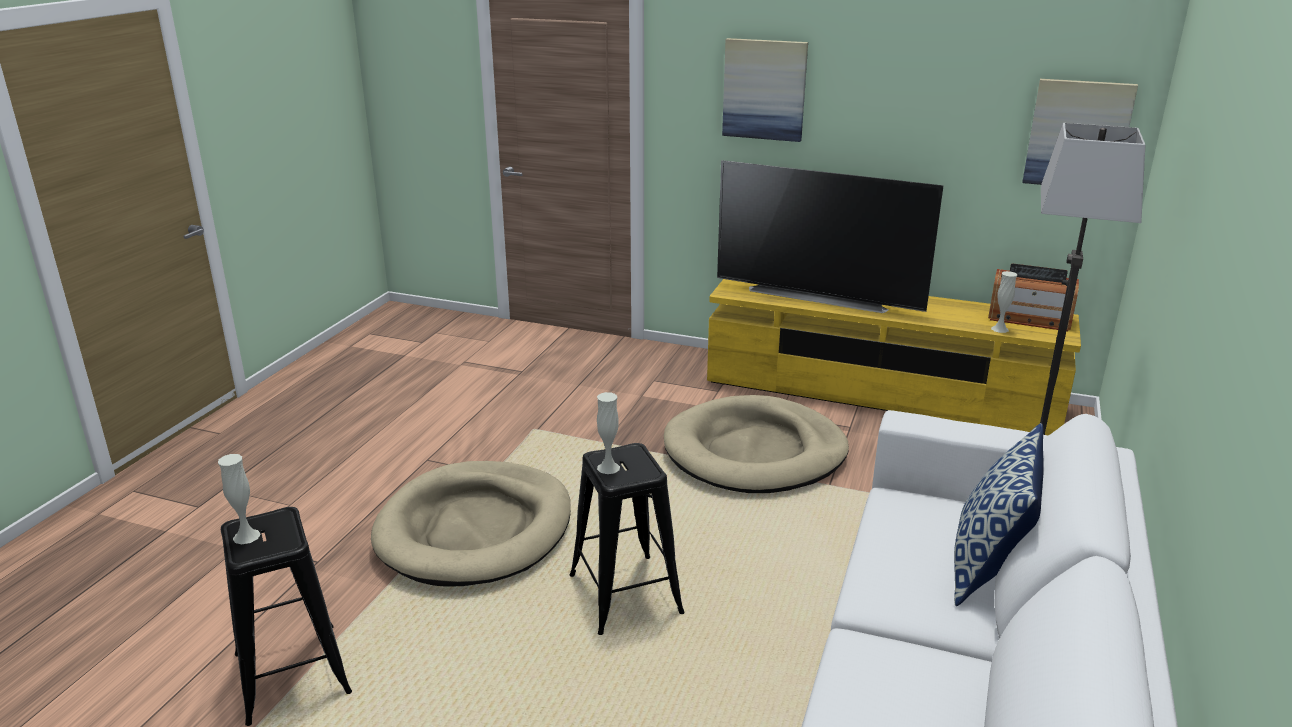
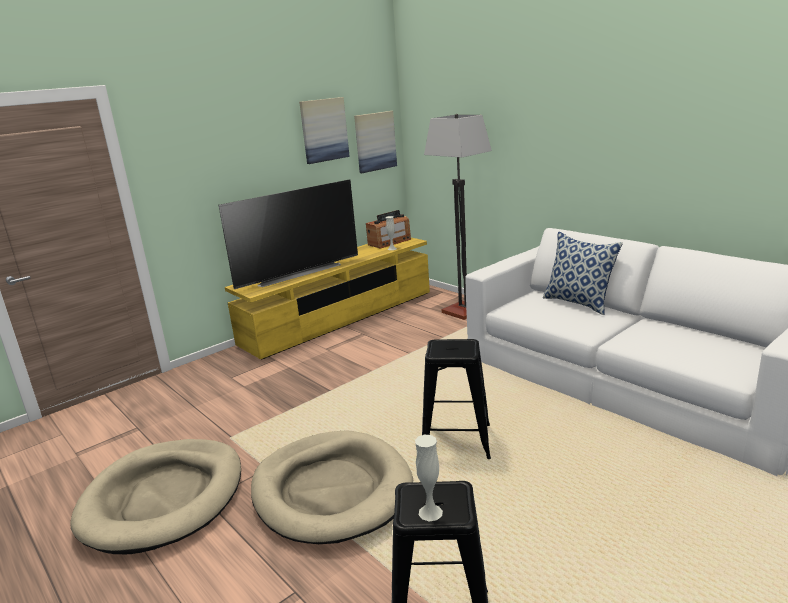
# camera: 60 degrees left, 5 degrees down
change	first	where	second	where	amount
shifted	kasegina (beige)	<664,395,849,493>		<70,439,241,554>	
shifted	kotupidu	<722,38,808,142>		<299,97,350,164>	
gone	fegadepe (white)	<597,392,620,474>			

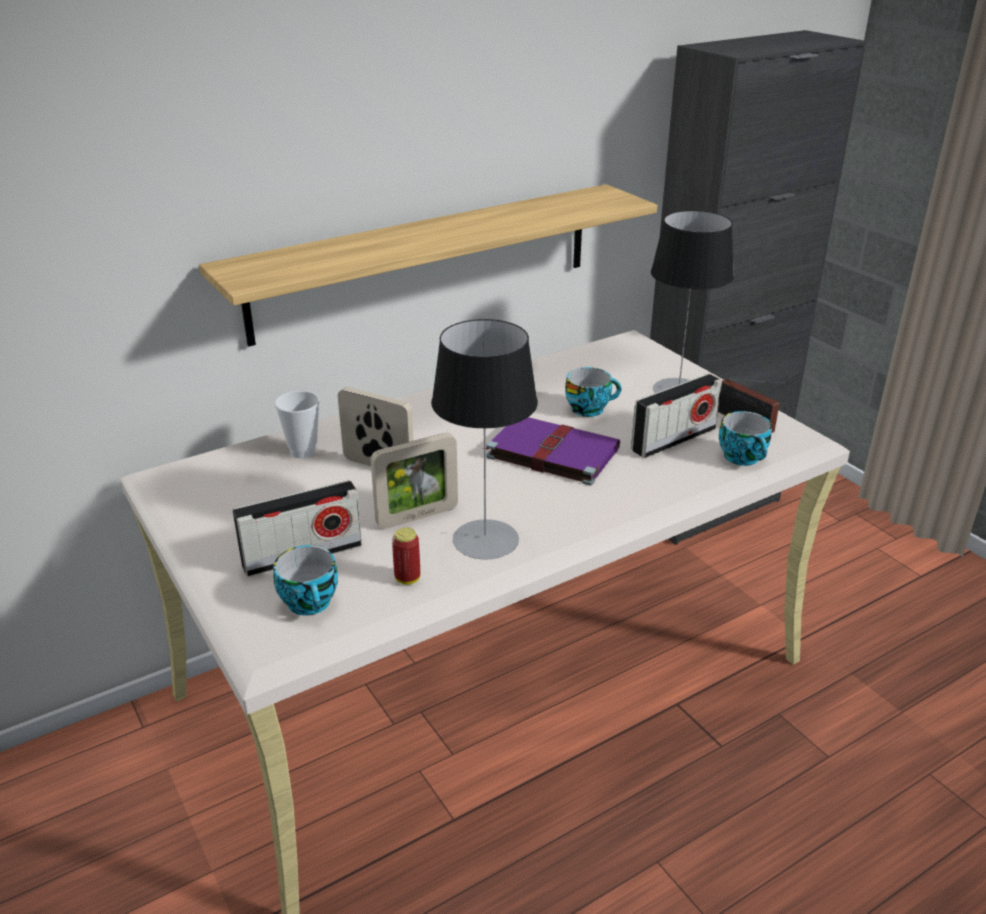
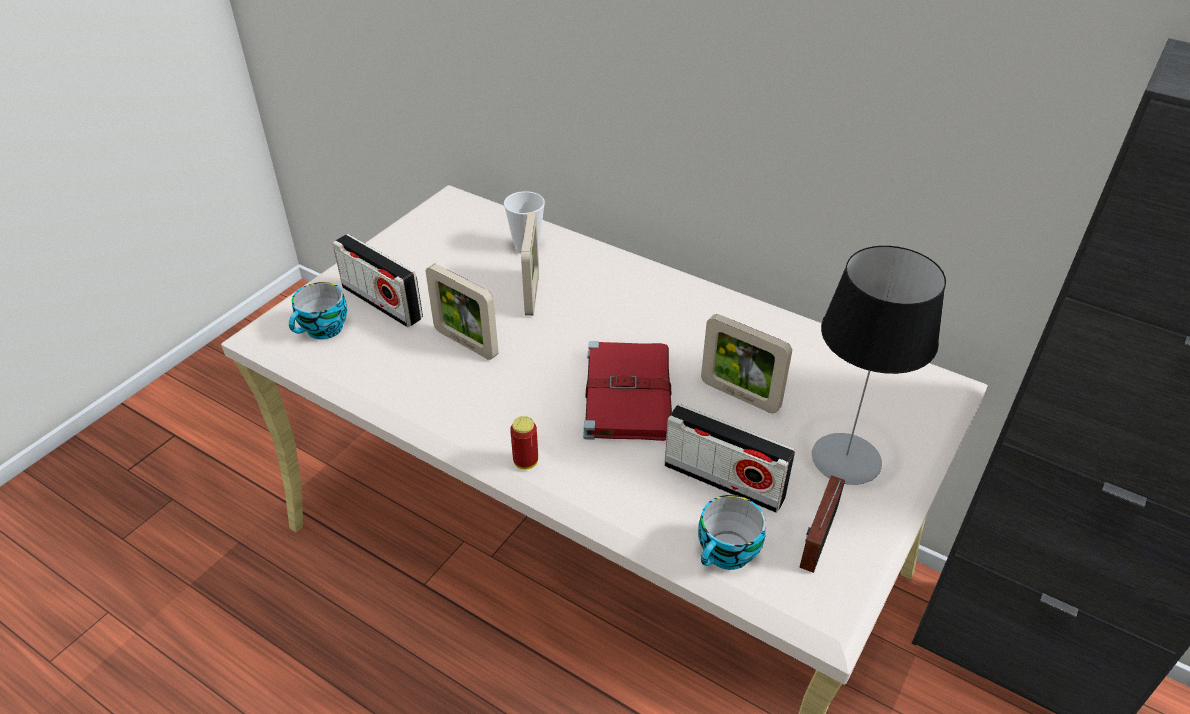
# camera: 65 degrees right, 10 degrees up
change	first	where	second	where	amount
shifted	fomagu	<392,528,420,585>		<510,416,538,470>	
repainted	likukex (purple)	<483,417,620,486>	likukex (red)	<583,341,672,441>	
swapped	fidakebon	<565,367,622,417>	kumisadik	<701,314,792,413>	
gone	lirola	<199,184,657,347>			
gone	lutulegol	<431,319,538,559>			

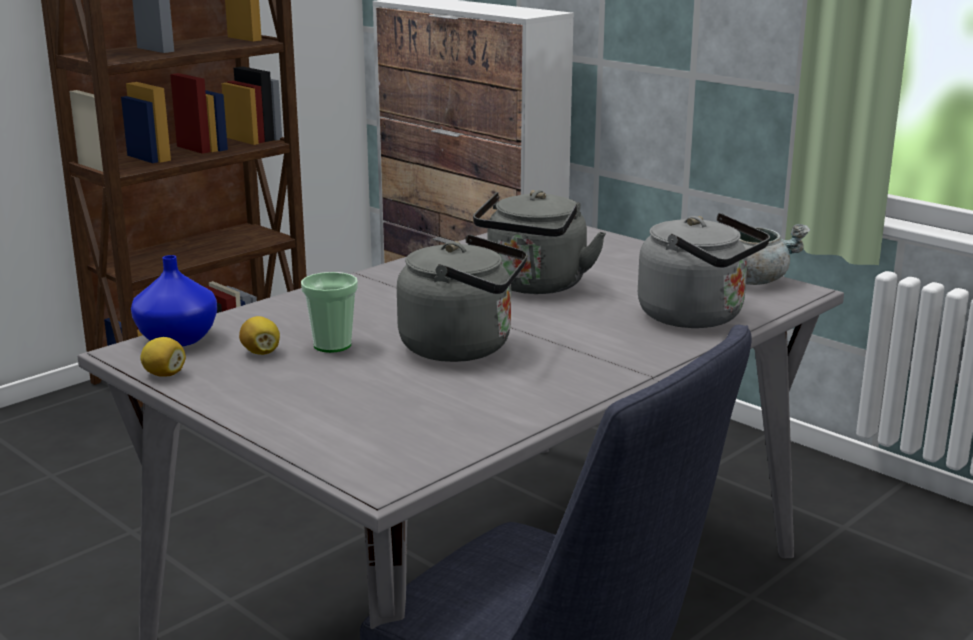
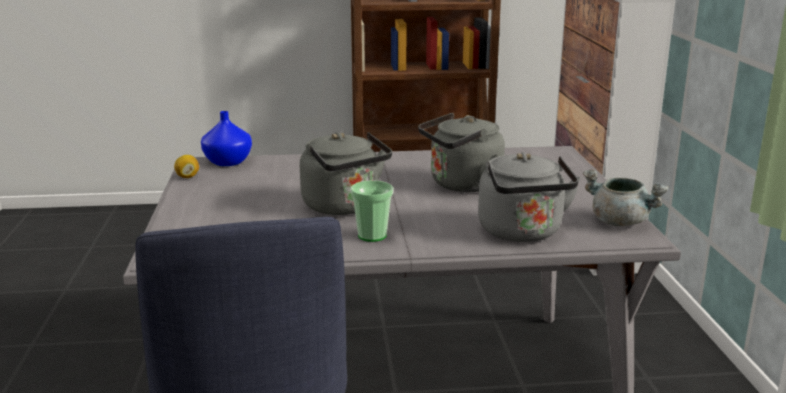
# camera: 40 degrees right, 0 degrees up
change	first	where	second	where	amount
shifted	fidakebon	<301,272,358,353>		<350,180,393,242>	
gone	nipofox	<239,316,280,355>			

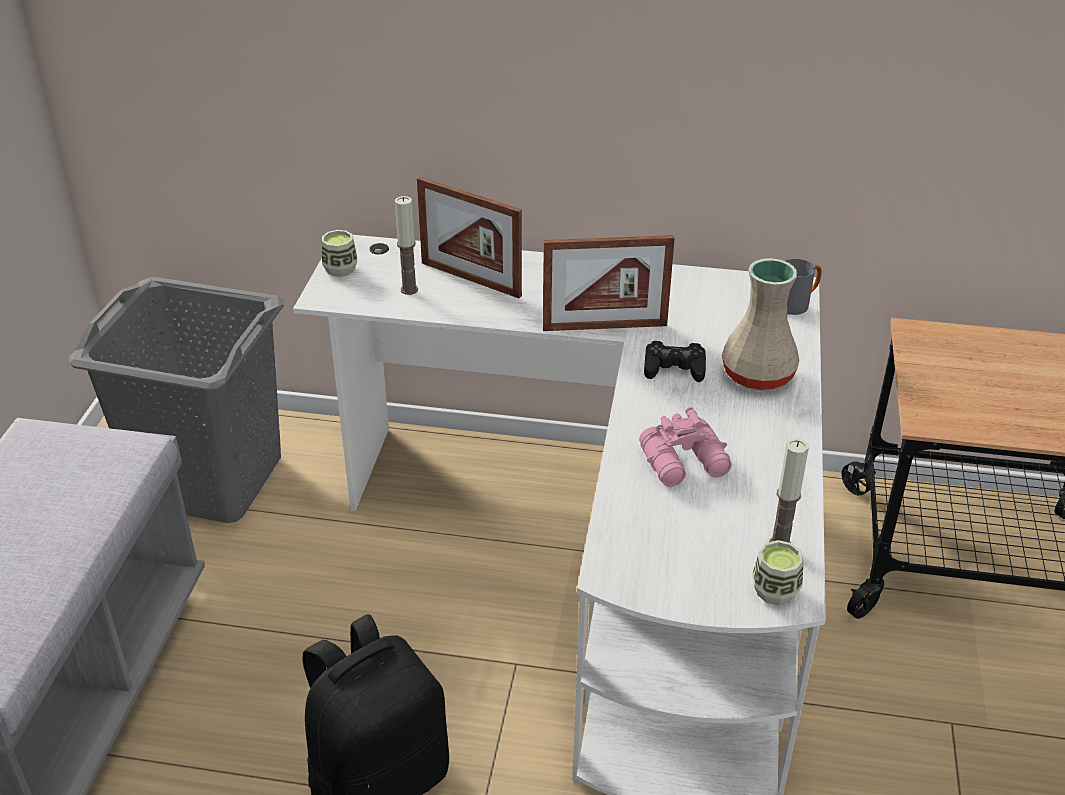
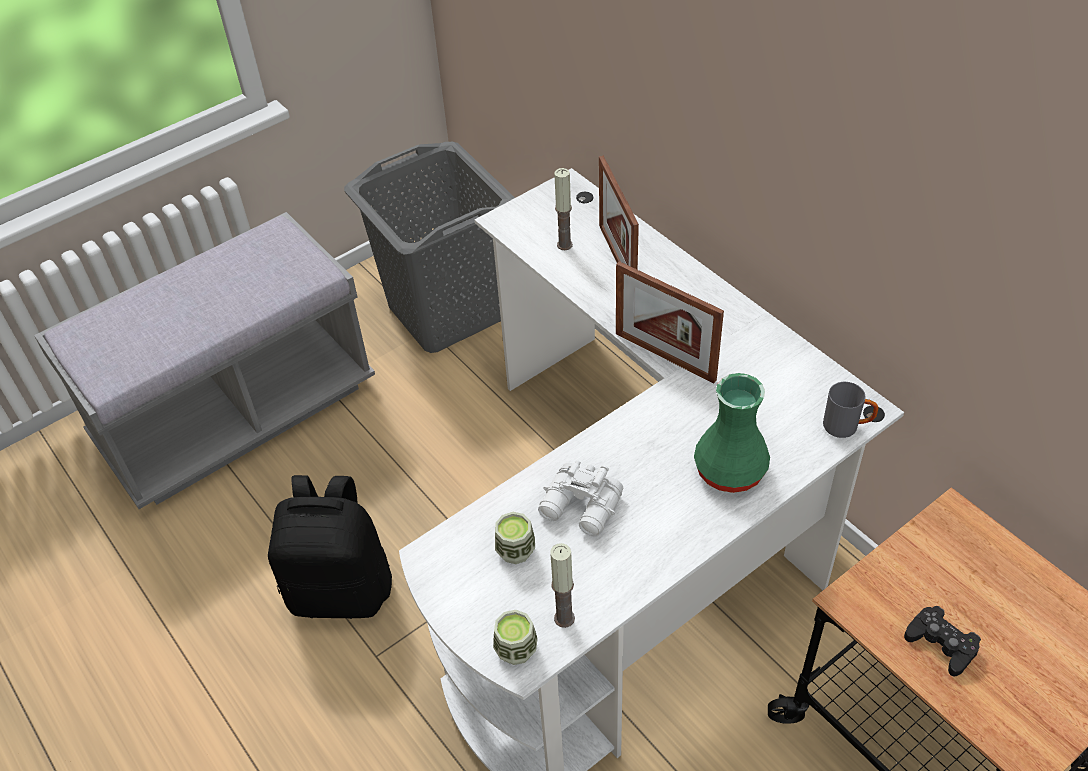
# camera: 45 degrees right, 10 degrees up
change	first	where	second	where	amount
shifted	fidakebon	<322,230,357,277>		<495,512,535,564>	
repainted	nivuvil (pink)	<639,407,732,487>	nivuvil (white)	<538,460,623,536>	
repainted	fegadepe (beige)	<722,258,799,391>	fegadepe (green)	<694,373,770,493>	
shifted	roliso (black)	<644,341,706,382>		<904,606,981,676>	

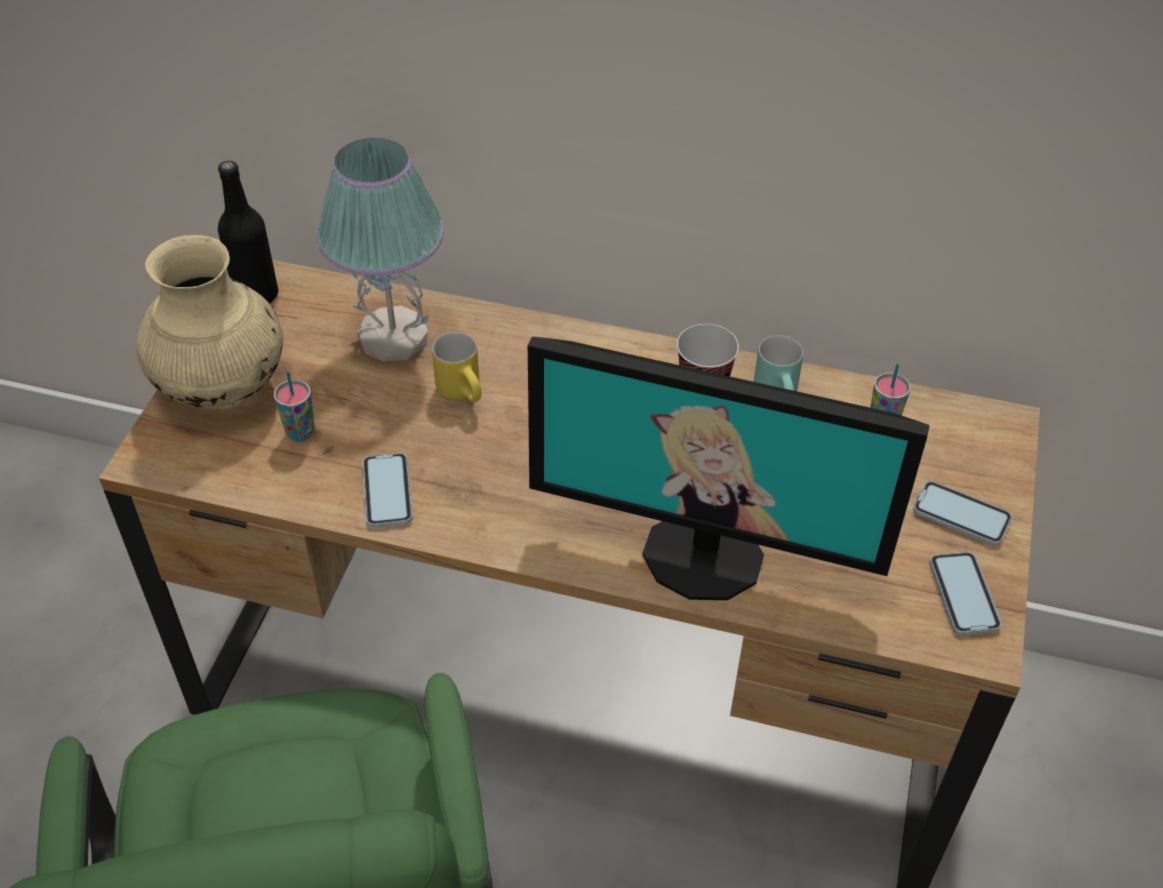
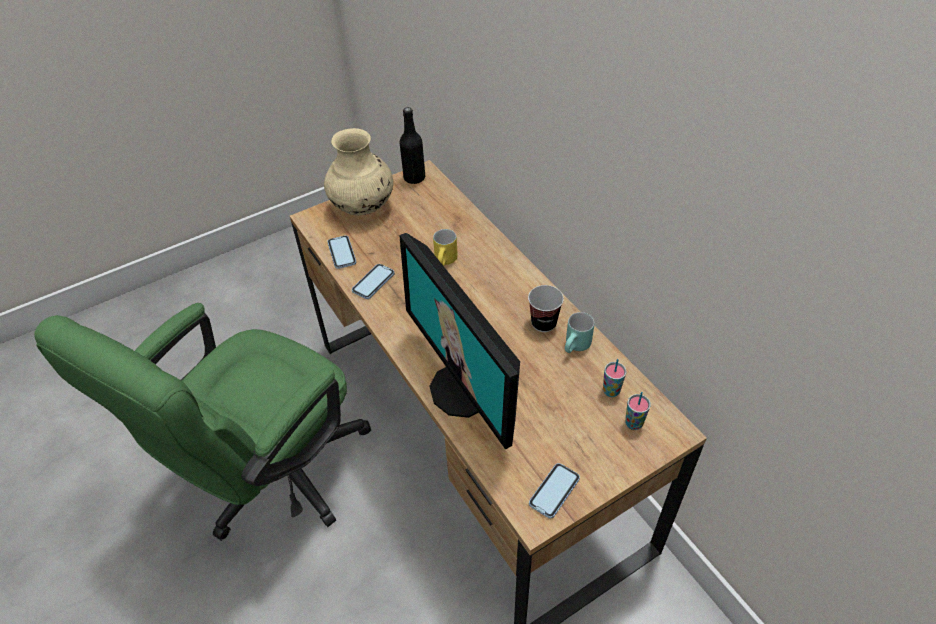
# camera: 45 degrees right, 0 degrees up
change	first	where	second	where	amount
shifted	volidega	<913,481,1012,545>		<327,235,356,269>	
shifted	fidakebon	<274,371,315,442>		<625,392,651,430>	
gone	lutulegol	<317,138,444,361>			

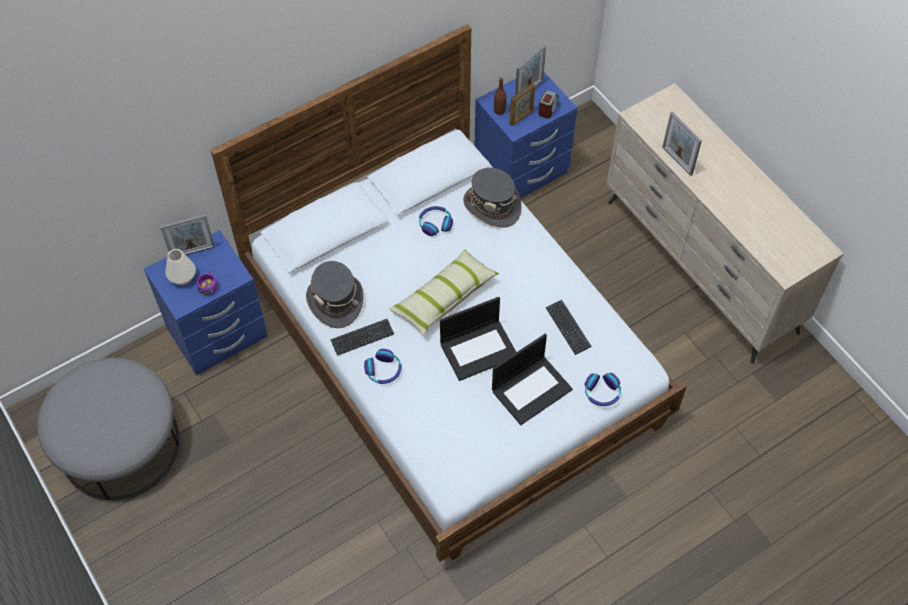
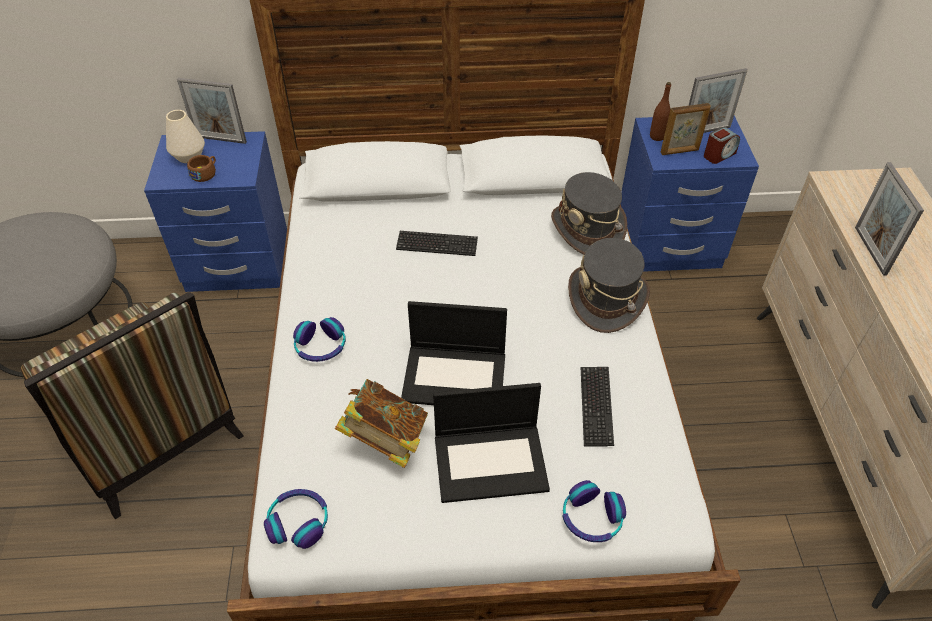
# camera: 30 degrees right, 10 degrees down
change	first	where	second	where	amount
new			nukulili	<21,292,244,519>	
repainted	fidakebon (purple)	<197,271,218,295>	fidakebon (brown)	<187,155,216,182>	
shifted	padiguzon	<419,206,453,236>		<264,489,328,549>	
new			likukex	<335,379,428,468>	
shifted	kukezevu	<330,319,394,356>		<396,231,478,256>	
shifted	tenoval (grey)	<306,261,363,328>		<568,238,650,333>	
gone	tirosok	<389,249,499,336>			

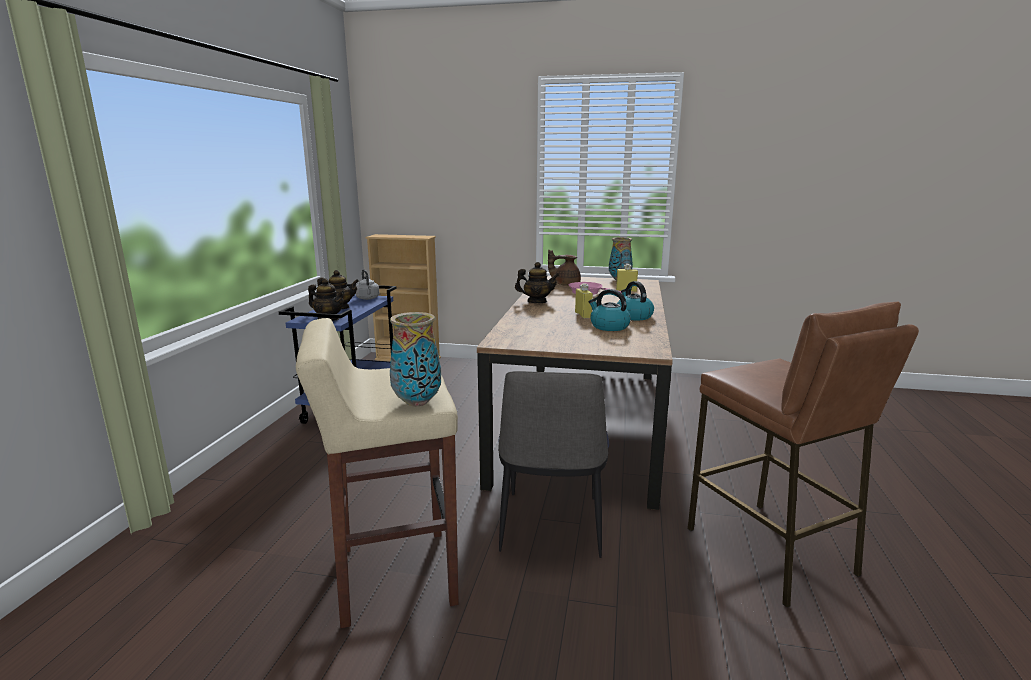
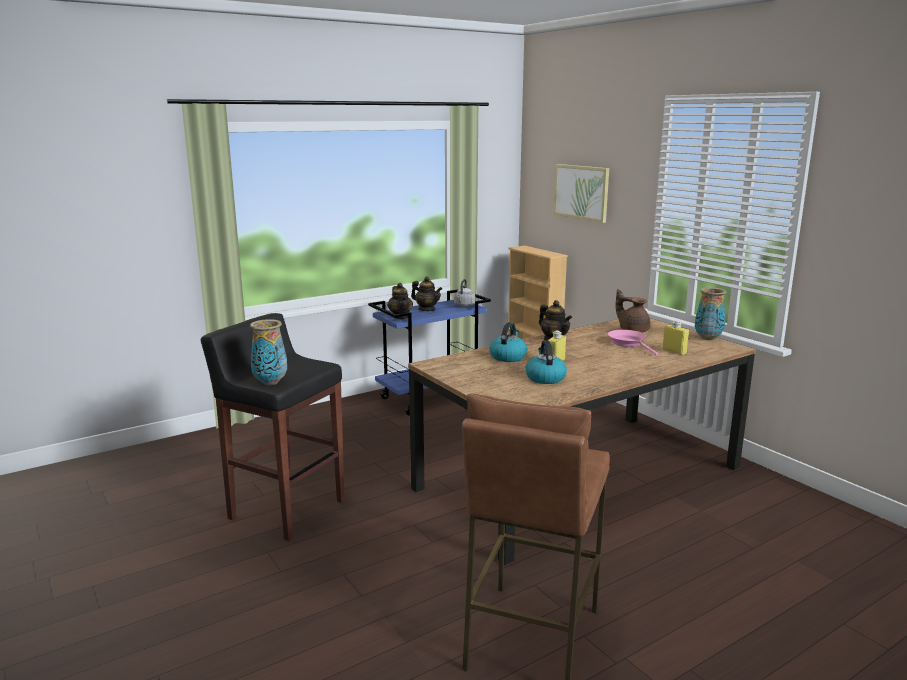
# camera: 45 degrees right, 0 degrees up
change	first	where	second	where	amount
repainted	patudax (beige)	<296,318,459,628>	patudax (black)	<201,313,345,541>	
shifted	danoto	<617,281,654,320>		<489,322,527,362>	
new			kotupidu	<554,164,609,223>	
gone	nukulili	<498,371,609,558>			

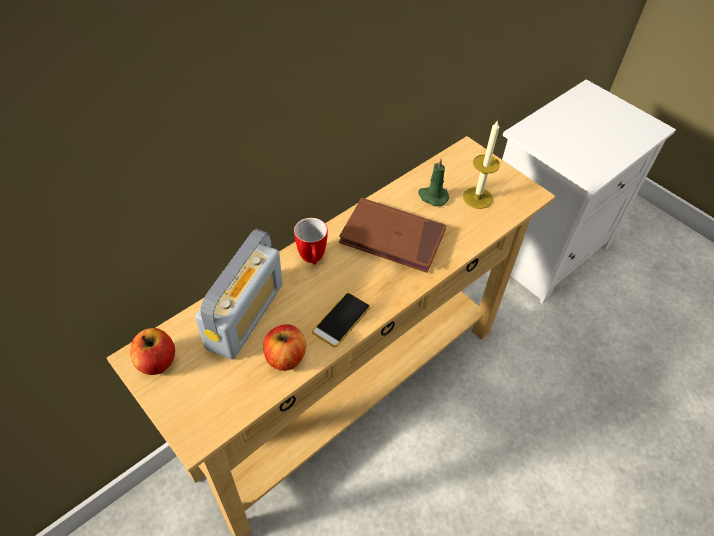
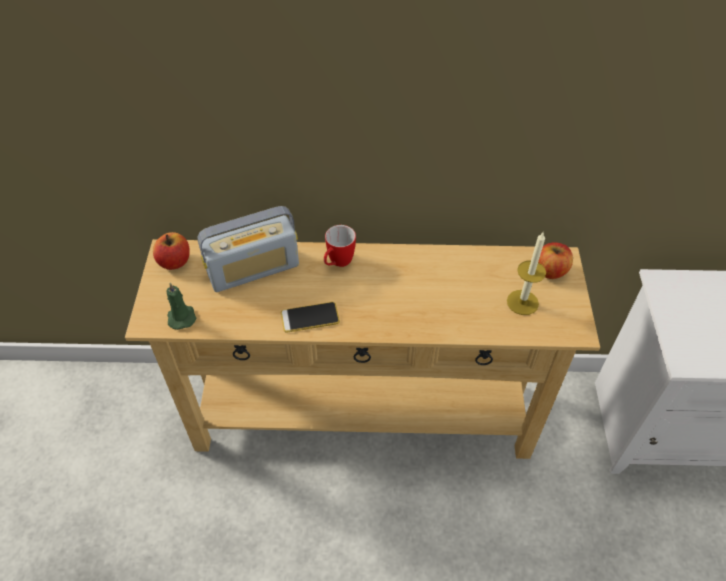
# camera: 45 degrees right, 0 degrees up
change	first	where	second	where	amount
shifted	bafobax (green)	<418,158,449,206>		<166,283,196,330>	
shifted	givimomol	<263,324,306,371>		<538,243,573,279>	
gone	likukex (brown)	<339,198,446,273>			

